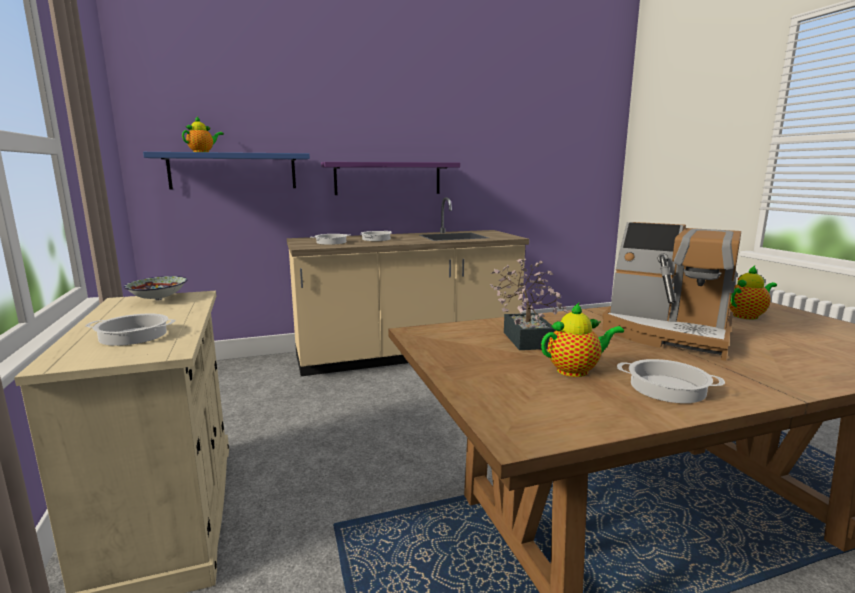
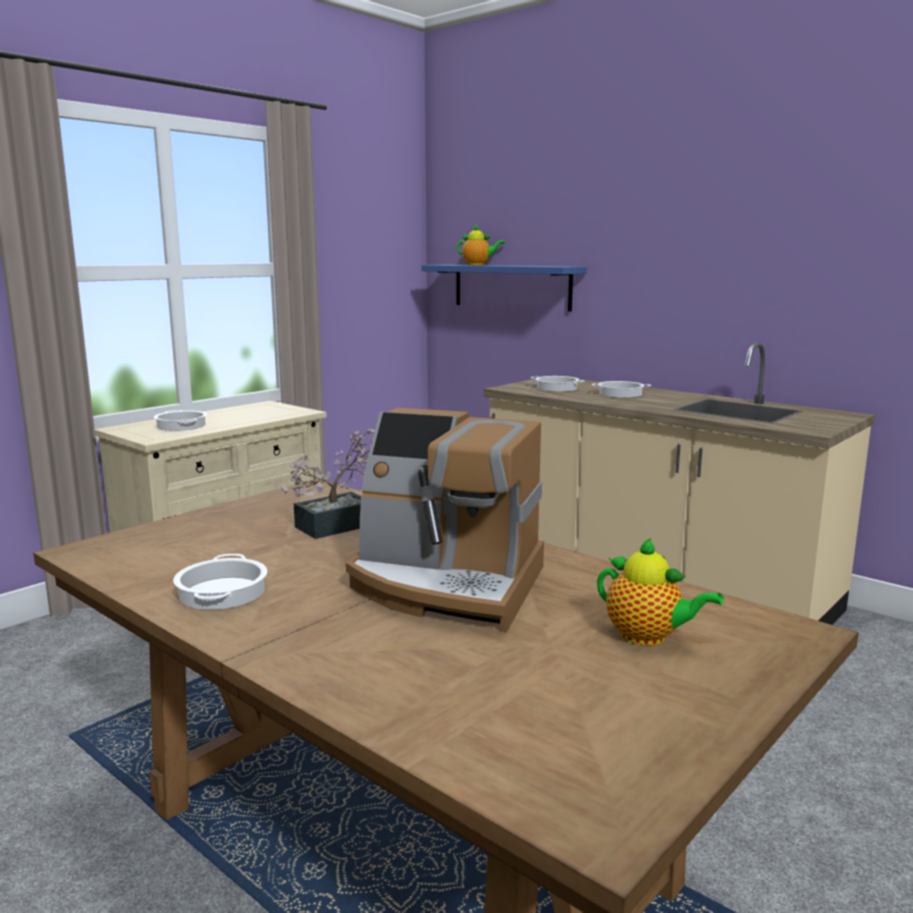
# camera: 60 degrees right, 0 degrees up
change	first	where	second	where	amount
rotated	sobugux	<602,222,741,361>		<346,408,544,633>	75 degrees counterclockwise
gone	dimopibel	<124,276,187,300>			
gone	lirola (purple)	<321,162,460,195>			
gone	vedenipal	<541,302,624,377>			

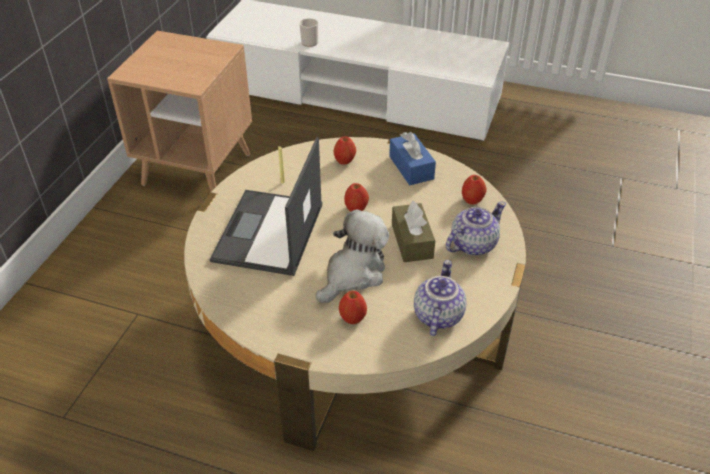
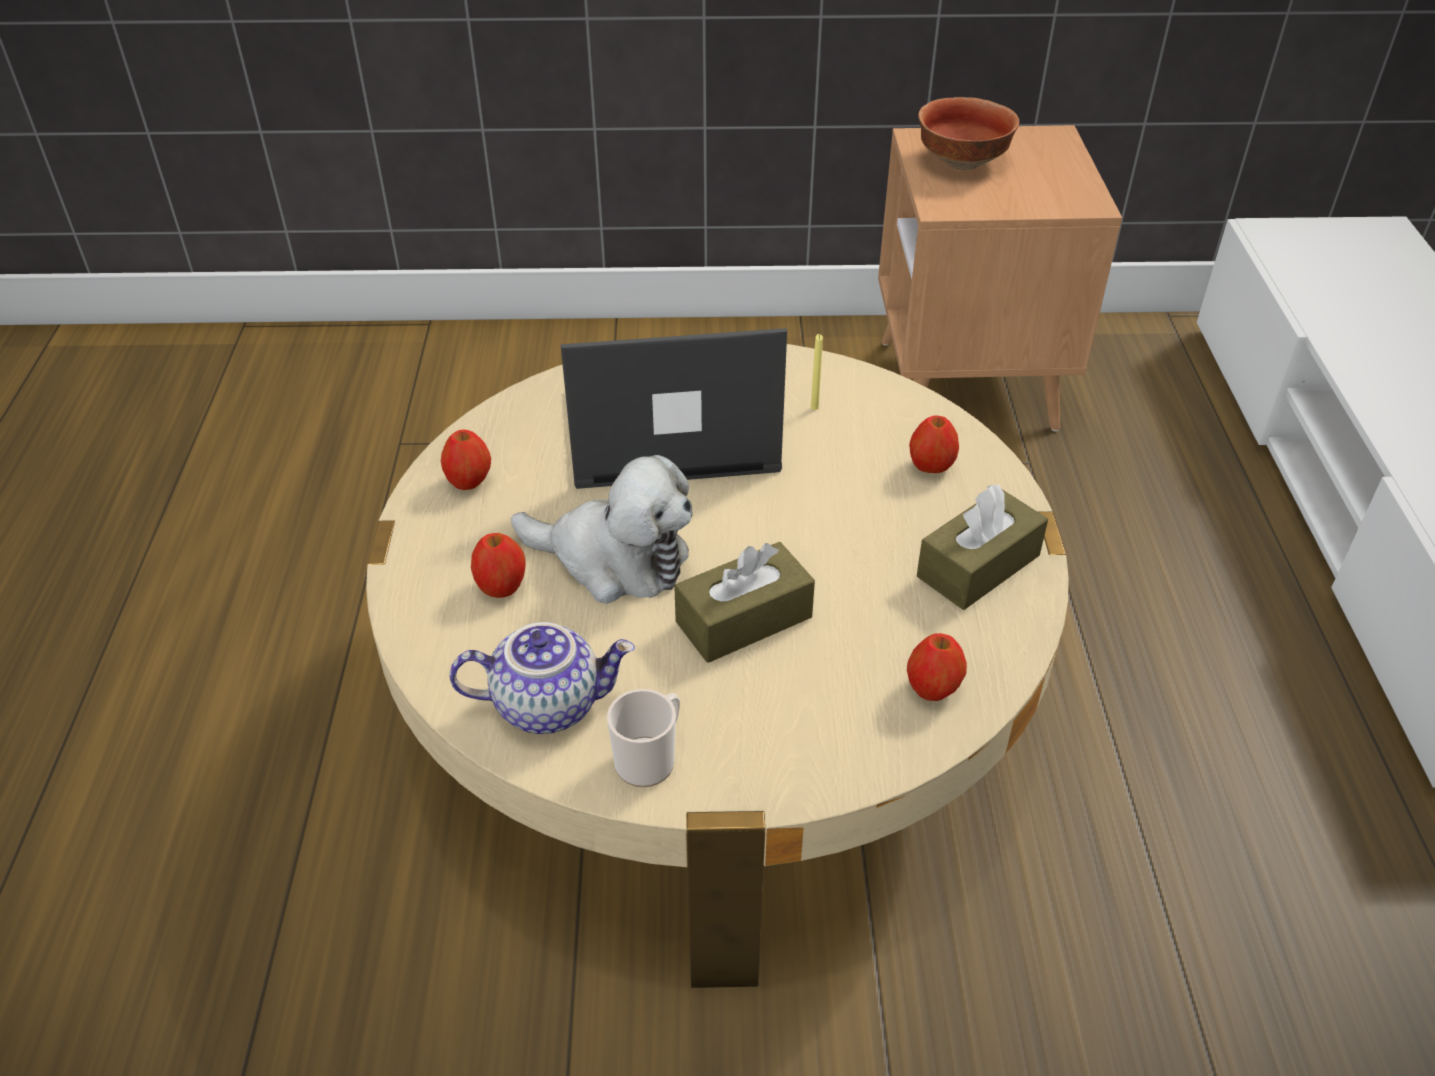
# camera: 70 degrees right, 0 degrees up
change	first	where	second	where	amount
shifted	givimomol	<344,183,369,212>		<441,430,491,490>	
shifted	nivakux	<299,18,318,47>		<607,689,680,787>	
repainted	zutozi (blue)	<389,132,436,185>	zutozi (brown)	<917,484,1048,610>	
new			dimopibel	<918,97,1019,170>	
gone	vedenipal	<446,201,506,255>			

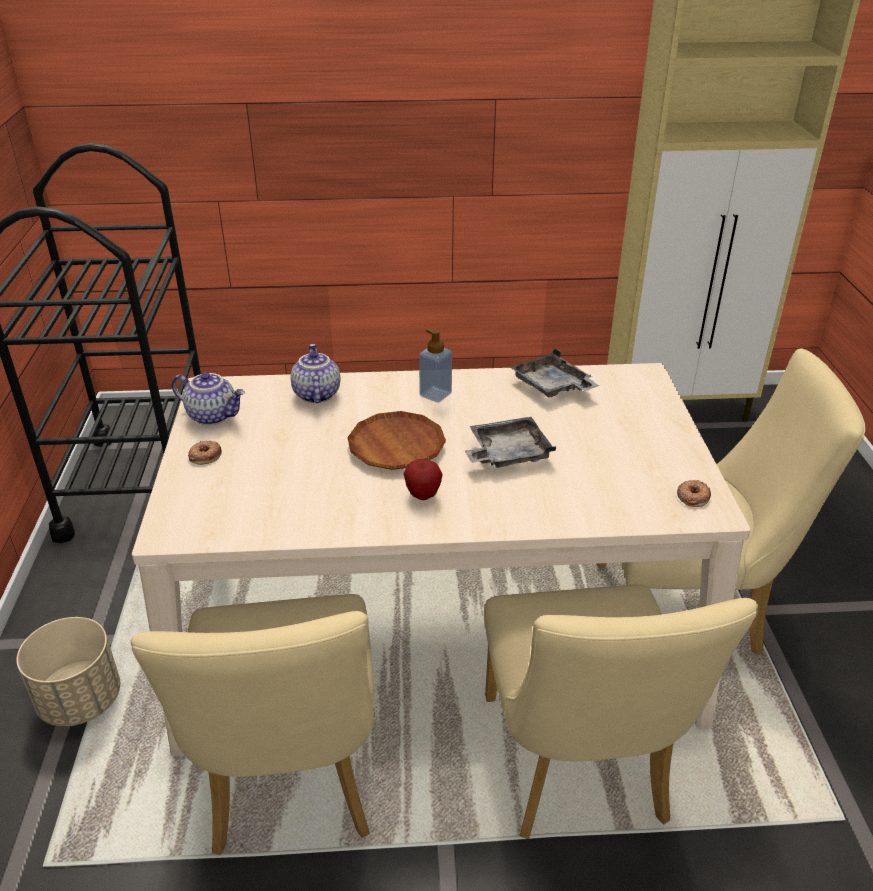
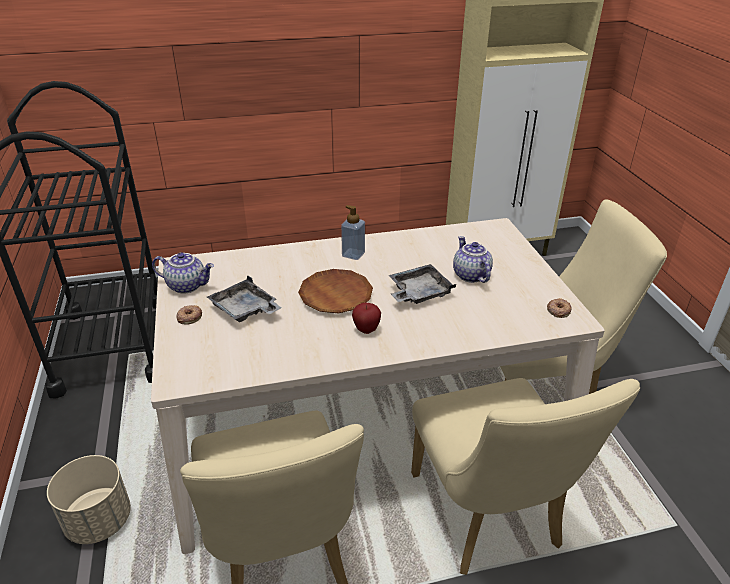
# camera: 10 degrees left, 0 degrees up
change	first	where	second	where	amount
shifted	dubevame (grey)	<510,348,599,398>		<207,275,282,322>	
shifted	vedenipal	<291,344,340,403>		<453,236,493,283>	

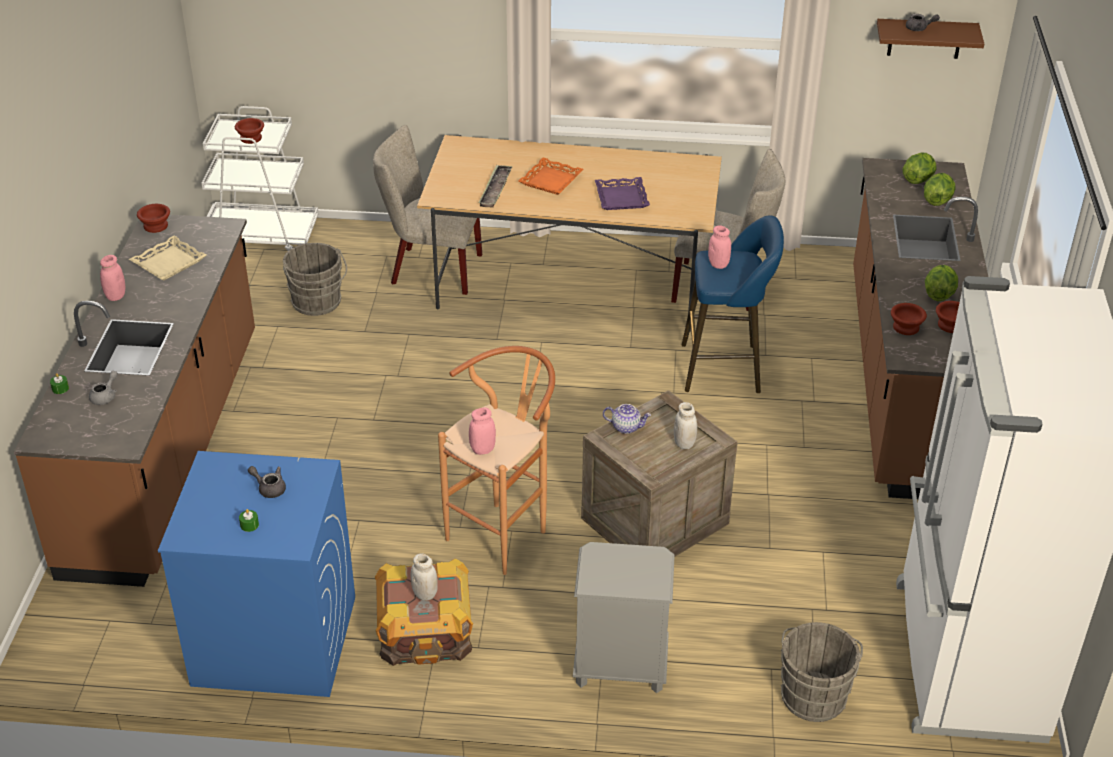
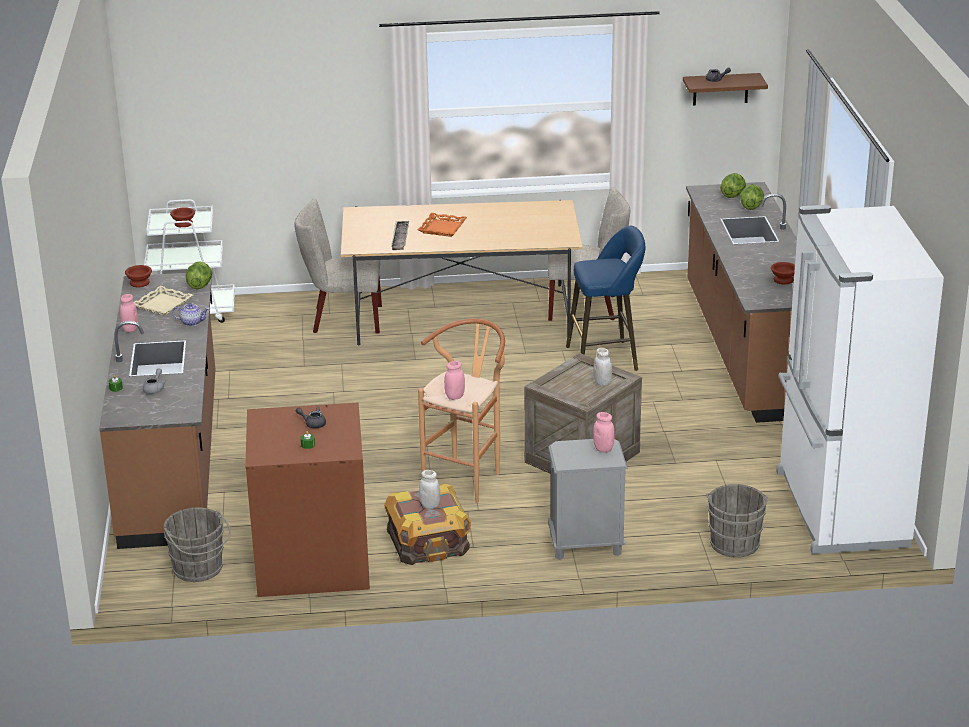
# camera: 10 degrees left, 10 degrees down
change	first	where	second	where	amount
shifted	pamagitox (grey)	<283,243,347,316>		<164,508,231,582>	
shifted	vedenipal	<603,404,651,434>		<172,303,209,326>	
shifted	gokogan	<925,265,958,301>		<186,261,212,290>	
repainted	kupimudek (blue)	<158,451,355,697>	kupimudek (brown)	<245,402,370,597>	
shifted	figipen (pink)	<708,225,731,269>		<593,412,615,452>	
gone	dubevame (purple)	<595,177,650,210>			
gone	dimopibel (brown)	<891,303,927,335>			

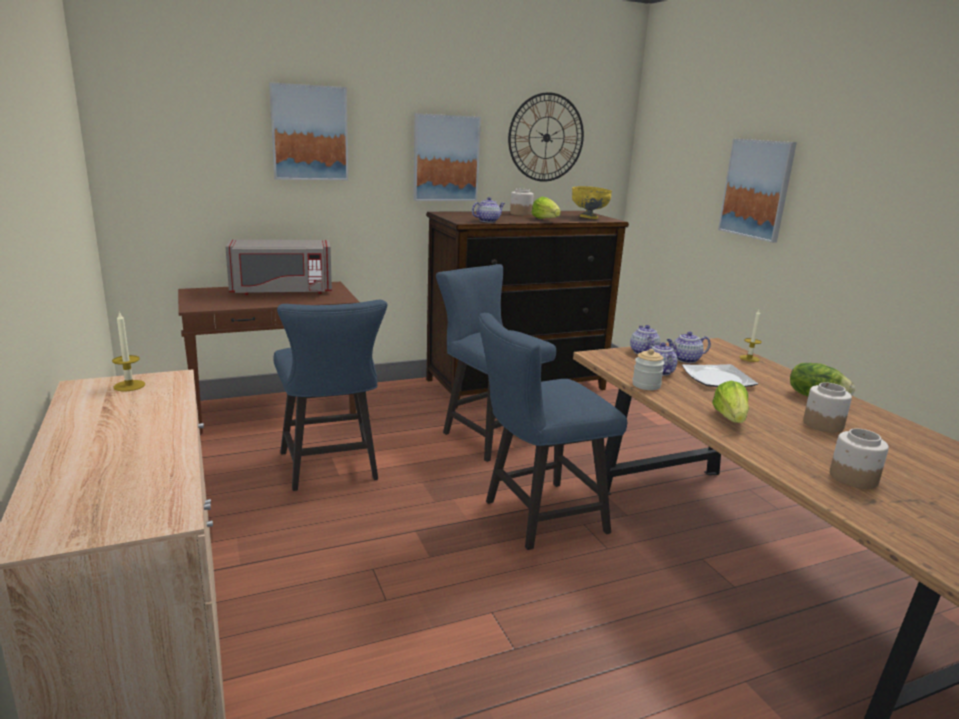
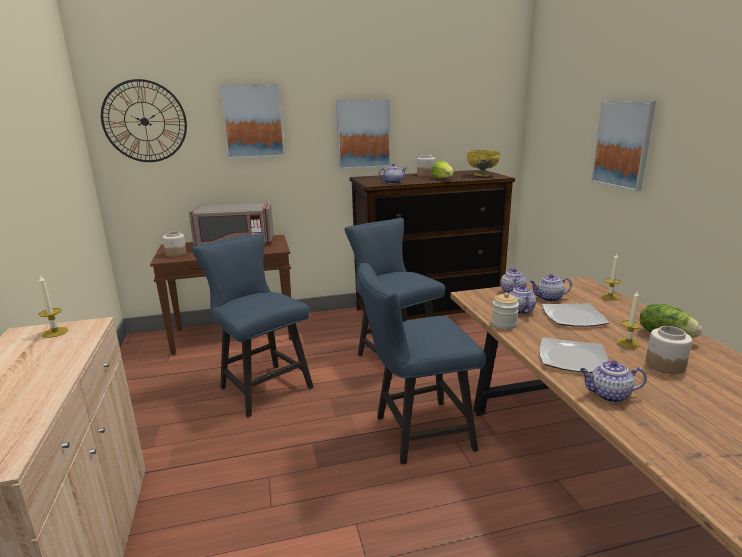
# camera: 10 degrees right, 0 degrees up
change	first	where	second	where	amount
shifted	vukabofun	<508,92,584,182>		<101,79,187,162>	
shifted	figipen	<830,428,889,489>		<162,231,187,257>	
rotated	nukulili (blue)	<274,300,387,491>		<191,233,314,417>	150 degrees clockwise
swapped	gokogan	<712,381,749,423>	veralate	<539,338,608,373>	
new			vedenipal	<580,361,647,403>	
new			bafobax	<617,291,642,348>	

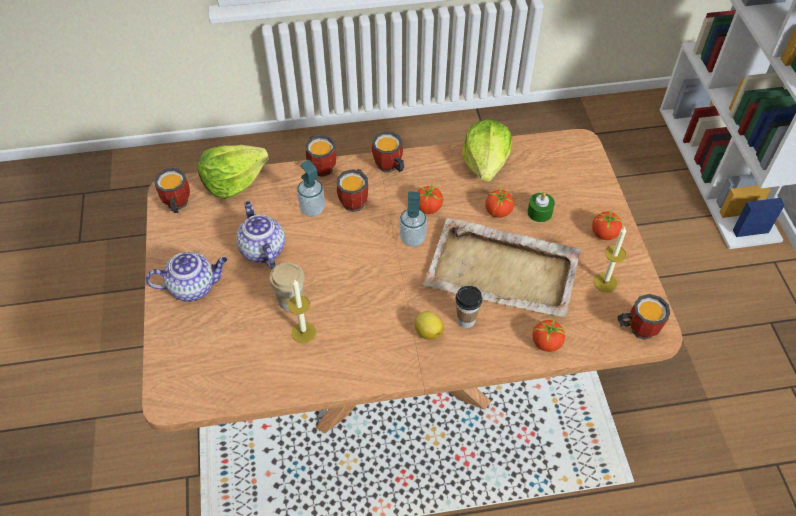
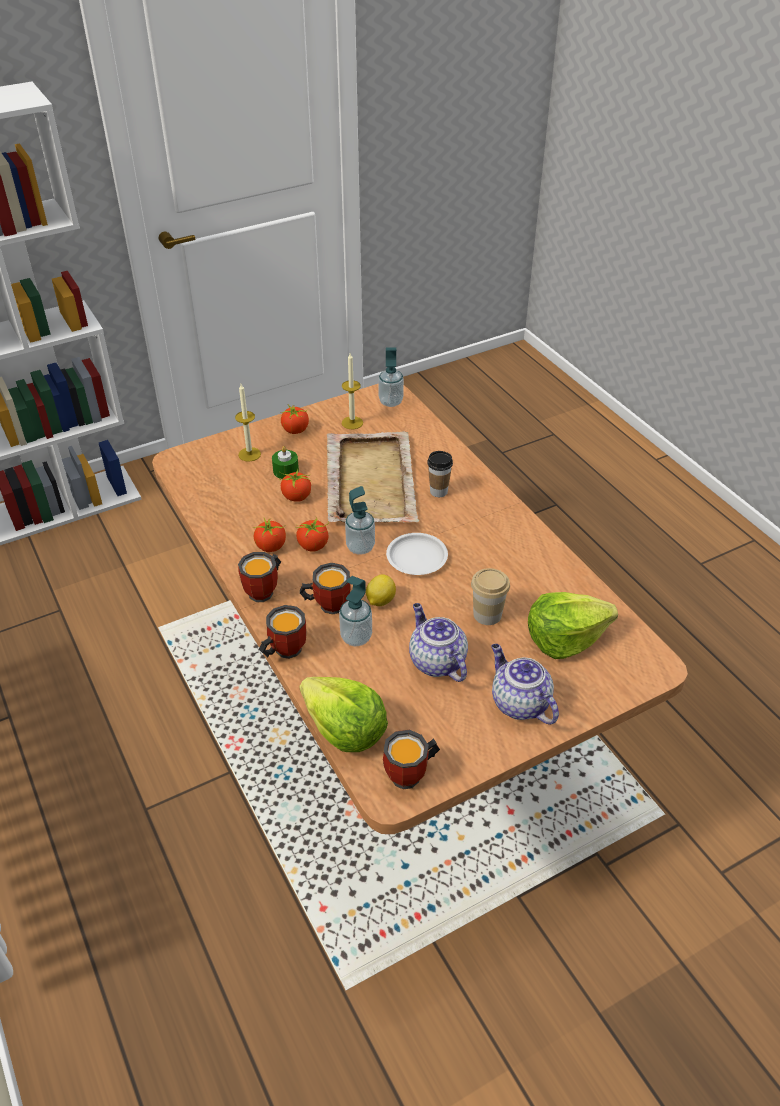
# camera: 110 degrees left, 10 degrees down
change	first	where	second	where	amount
shifted	bafobax	<288,279,316,343>		<235,384,261,462>	
shifted	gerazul	<533,317,567,352>		<253,518,286,552>	
shifted	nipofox	<415,311,444,340>		<366,574,396,606>	
swapped	nivakux	<617,294,670,340>	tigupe	<378,348,404,407>	
new			veralate (white)	<386,533,448,575>	
rotated	vedenipal	<236,201,285,269>		<409,603,468,682>	105 degrees clockwise
shifted	gokogan	<463,119,512,182>		<528,592,618,659>	

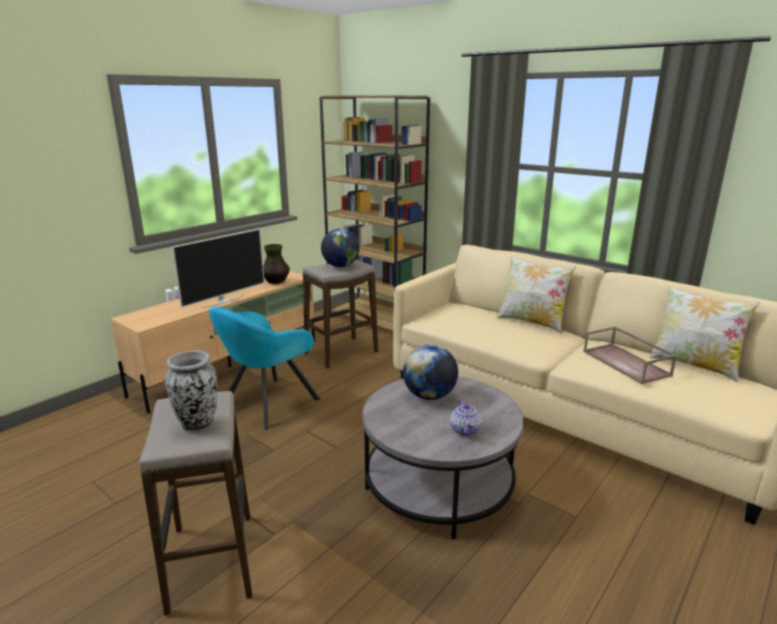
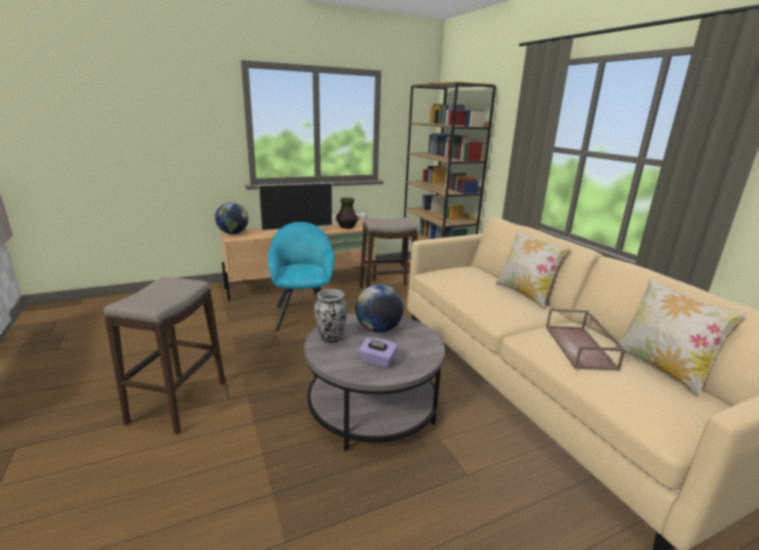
# camera: 25 degrees right, 0 degrees up
change	first	where	second	where	amount
shifted	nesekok	<321,228,360,267>		<215,202,249,234>	
rotated	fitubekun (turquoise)	<209,307,321,430>		<268,222,334,331>	105 degrees clockwise
shifted	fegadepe	<165,350,217,431>		<314,289,347,343>	
swapped	vedenipal	<450,399,482,436>	zutozi (purple)	<358,337,398,368>	

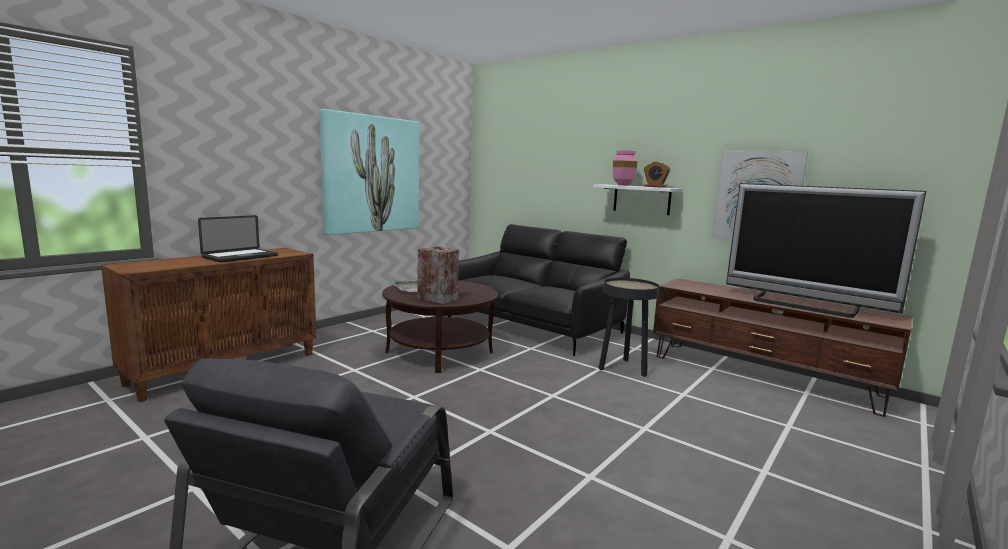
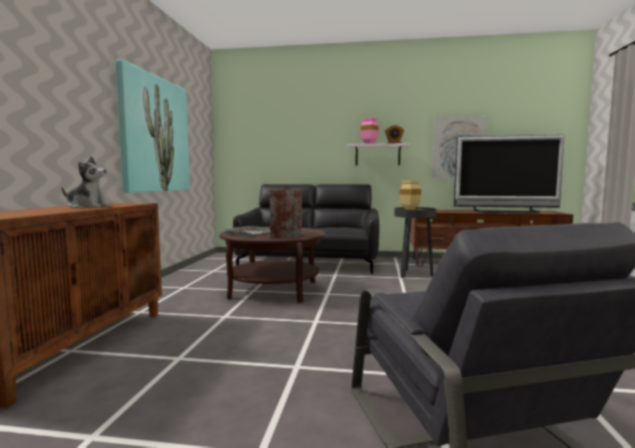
# camera: 30 degrees left, 5 degrees down
change	first	where	second	where	amount
swapped	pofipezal	<198,215,278,263>	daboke	<61,156,111,208>	
new			fegadepe (beige)	<399,181,421,210>	

